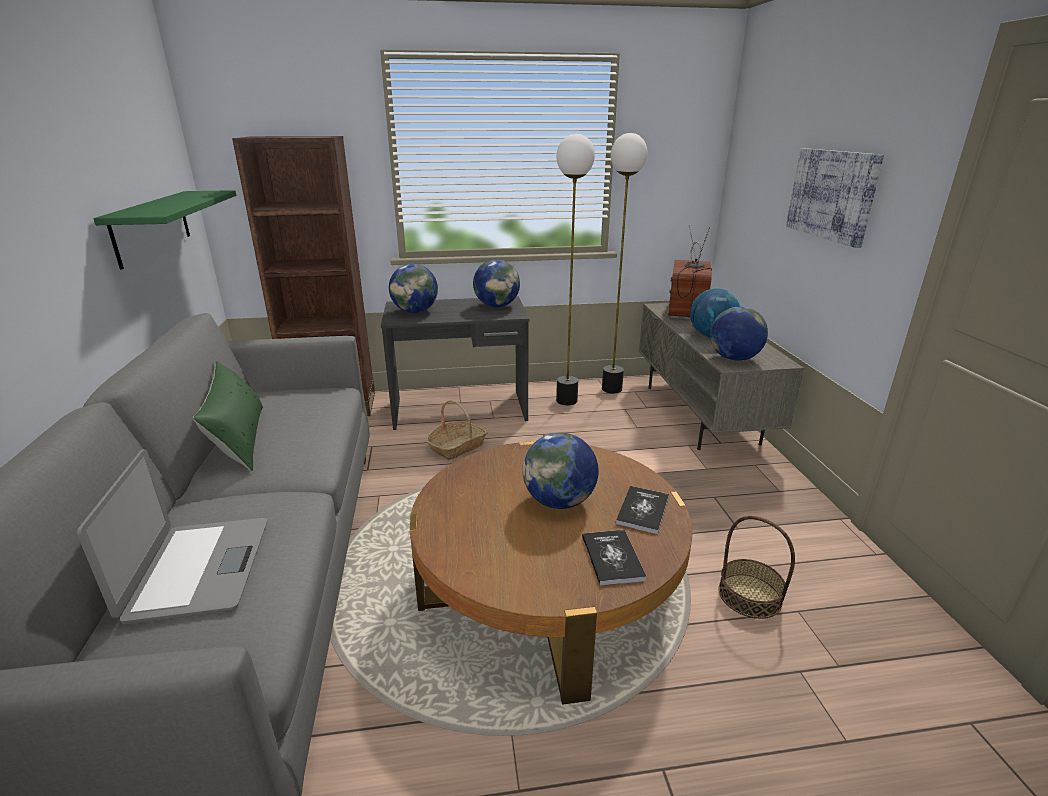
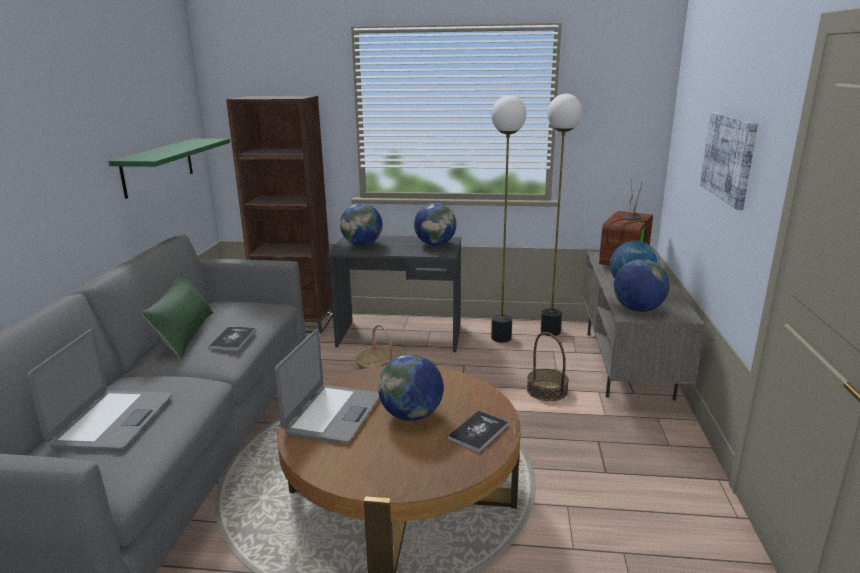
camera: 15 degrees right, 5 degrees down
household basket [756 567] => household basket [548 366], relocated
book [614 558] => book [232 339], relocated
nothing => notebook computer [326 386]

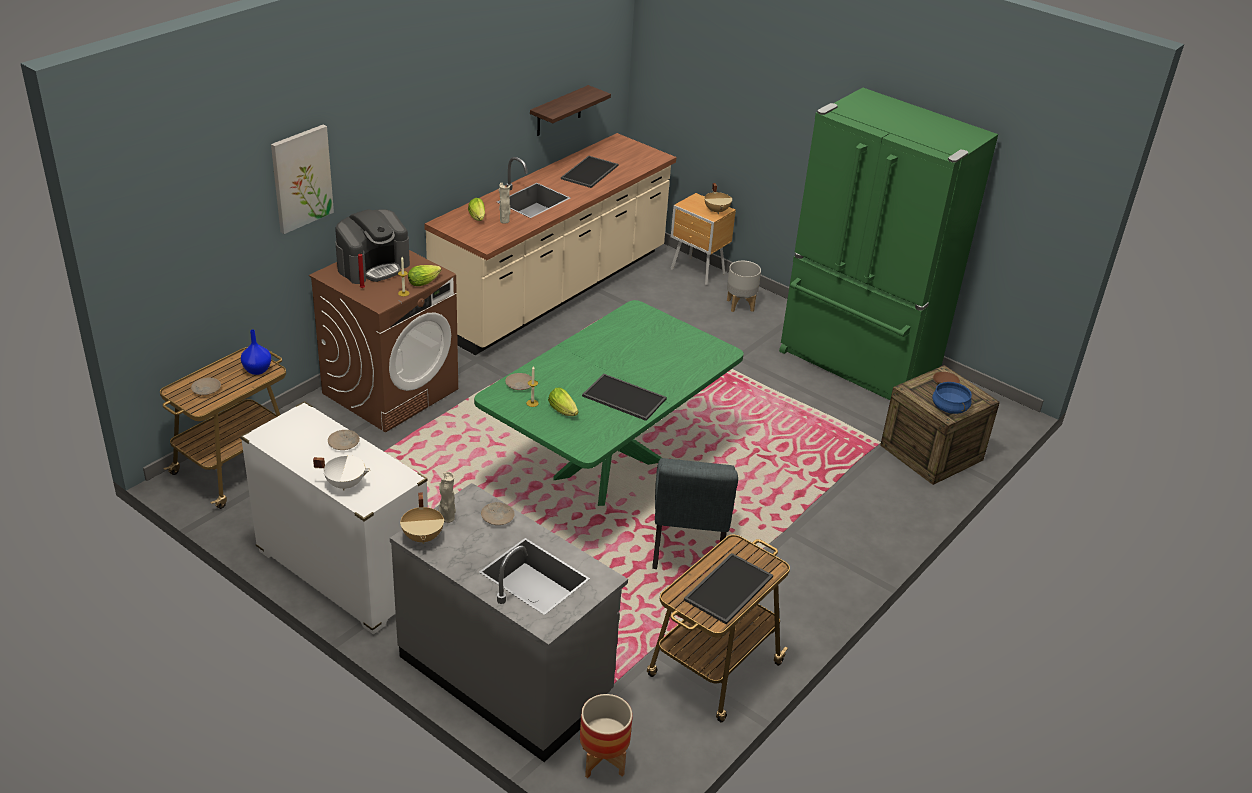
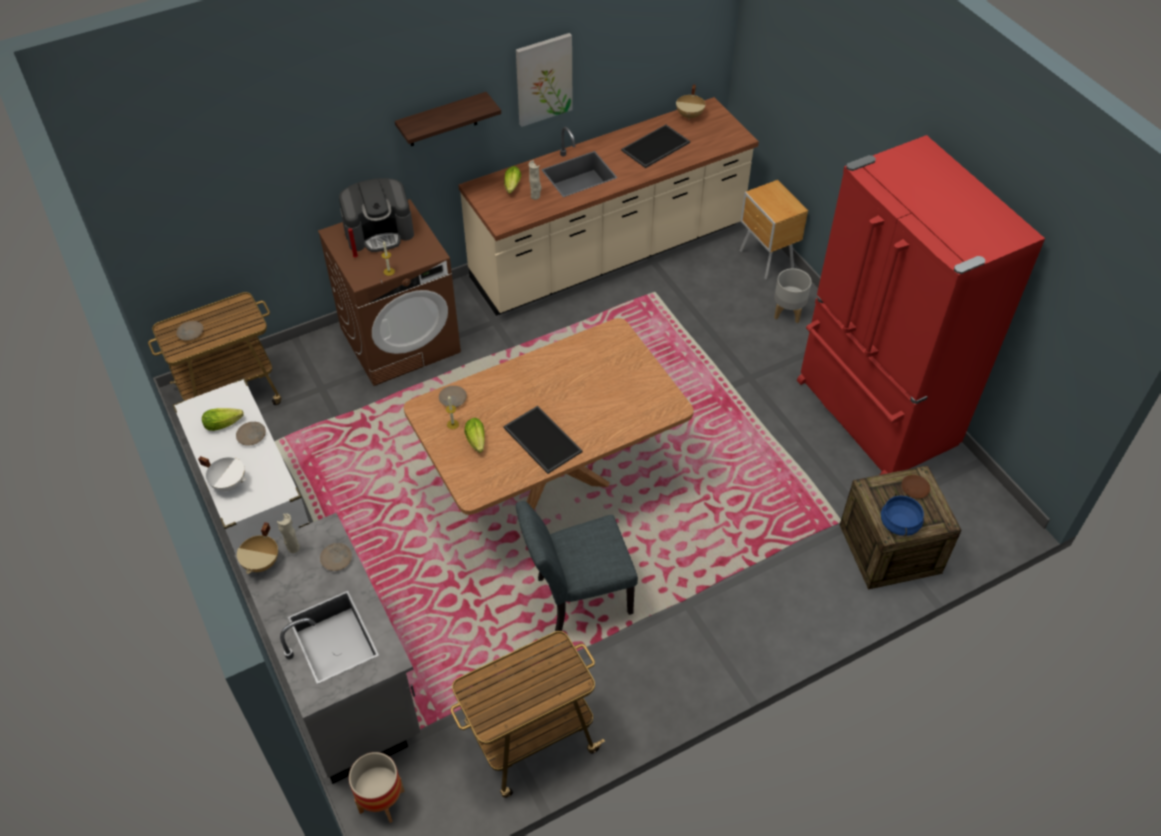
camera: 25 degrees right, 15 degrees up
bracket shelf [570 110] => bracket shelf [448 119], relocated
fridge (green-coloured) [888 244] => fridge (reddish) [921 305]
wall picture [302 179] => wall picture [544 80], relocated
saucepot (sand-coloured) [718 198] => saucepot (sand-coloured) [691 102], relocated
head of lettuce [424 275] => head of lettuce [222 419], relocated
dining table (green-coloured) [609 403] => dining table (brown) [549 416]
vase (blue-coloured) [256 352] => nothing
upright chair (gray) [695 513] => upright chair (gray) [577 566], 45 degrees clockwise
tray [728 588] => nothing

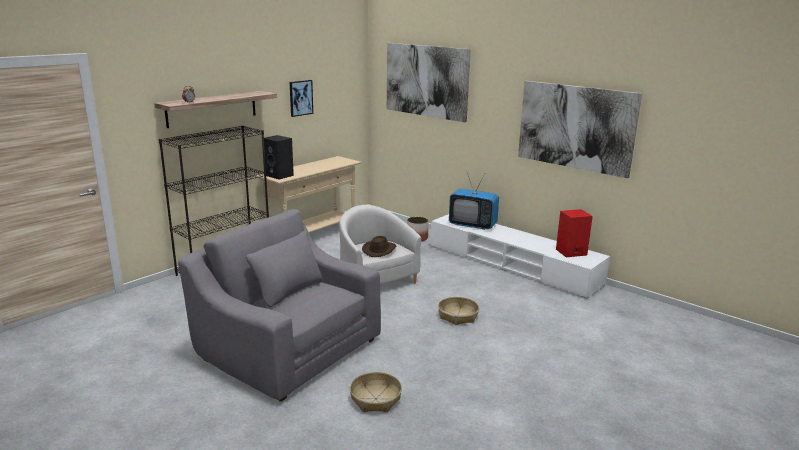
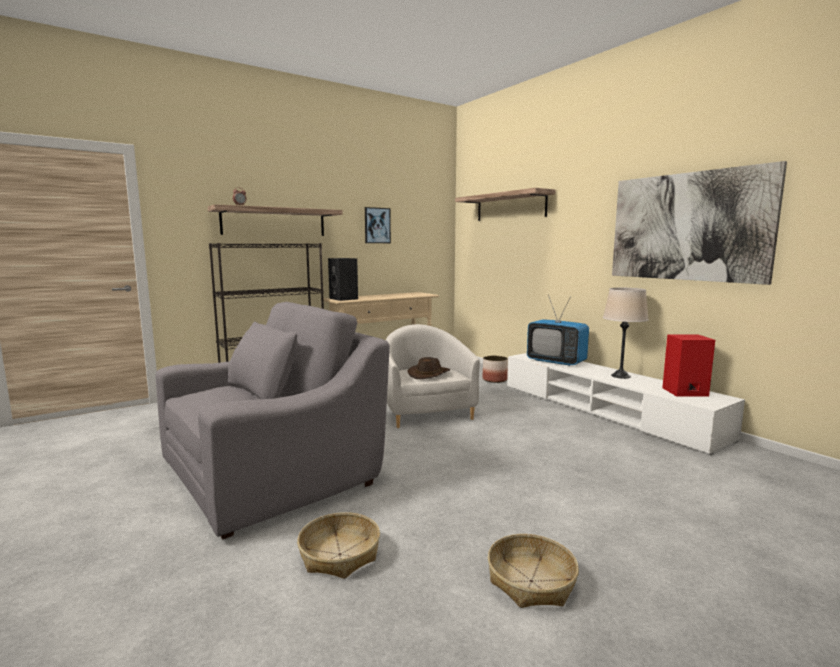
camera: 15 degrees right, 10 degrees down
wall picture [429 82] => bracket shelf [505 204]
lounge chair (gray) [279 305] => lounge chair (gray) [273 420], 90 degrees clockwise
household basket [458 311] => household basket [533 571], relocated
nothing => table lamp (sand-coloured) [626 333]

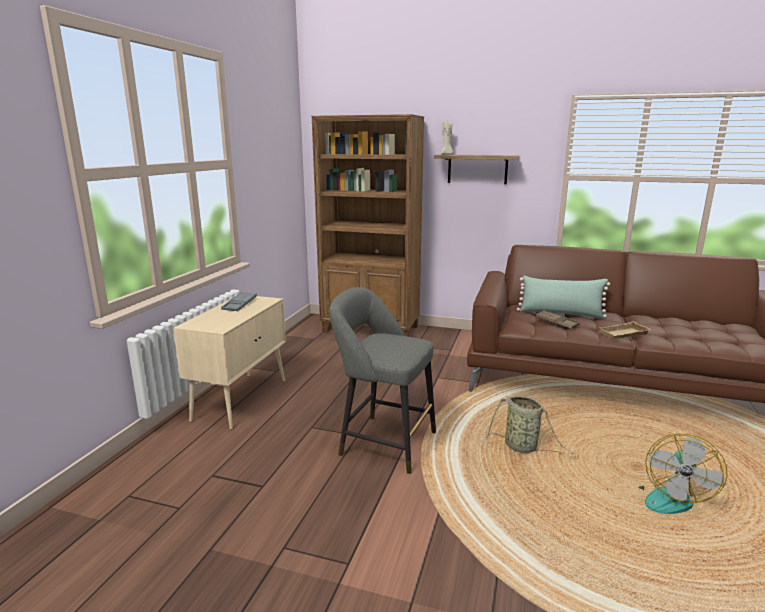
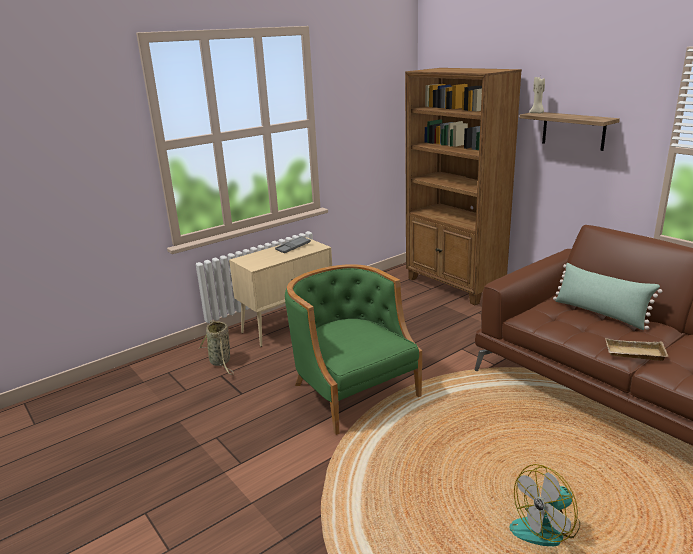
camera: 35 degrees right, 5 degrees up
sitting stool (gray) [382 380] => lounge chair (green-coloured) [353 349]
tray (brown) [558 319] => nothing
household basket [530 425] => household basket [216 347], relocated

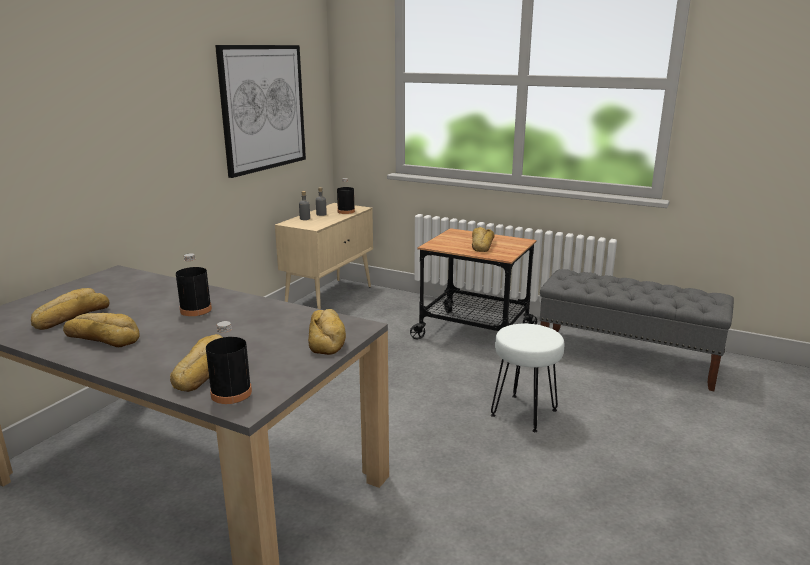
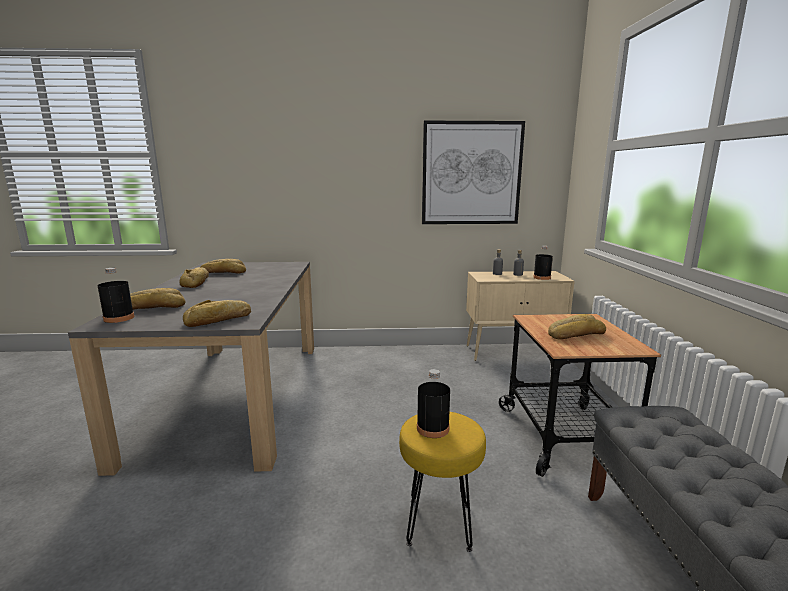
camera: 60 degrees right, 5 degrees down
drink bottle (black) [194 284] => drink bottle (black) [433 403], relocated
sitting stool (white-coloured) [527 378] => sitting stool (yellow) [442 482]

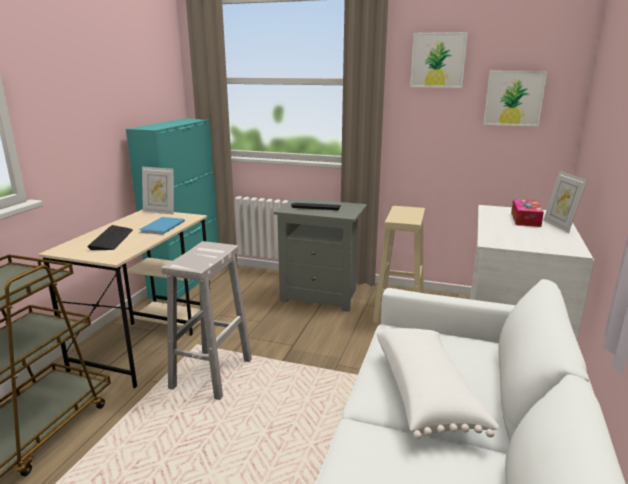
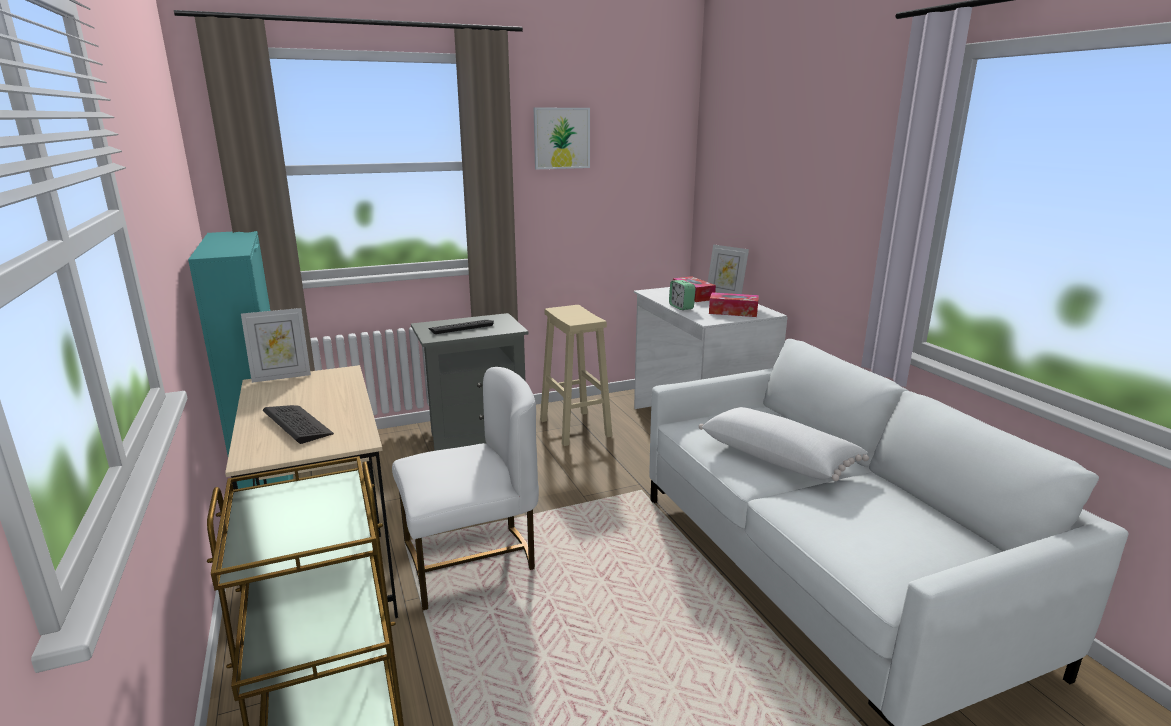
camera: 40 degrees left, 0 degrees up
wall picture [515 99] => nothing
book (blue-coloured) [162 226] => nothing
sitting stool (white-coloured) [206 320] => upright chair (white-coloured) [465 488]
nothing => bedside clock [682 295]
nothing => tissue holder [734 304]

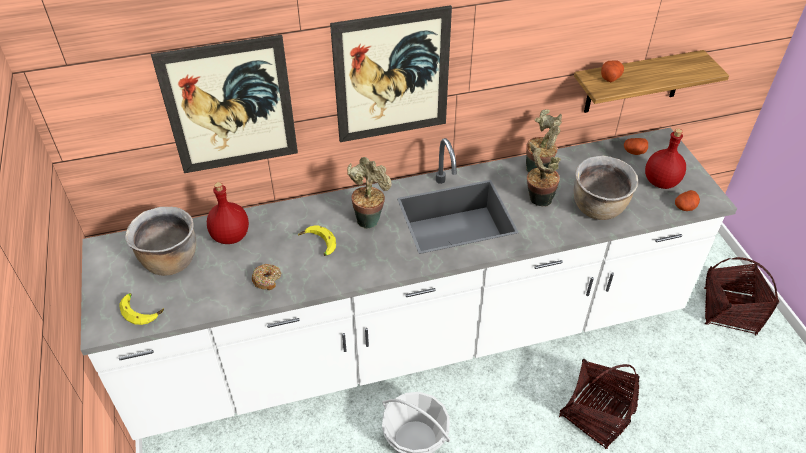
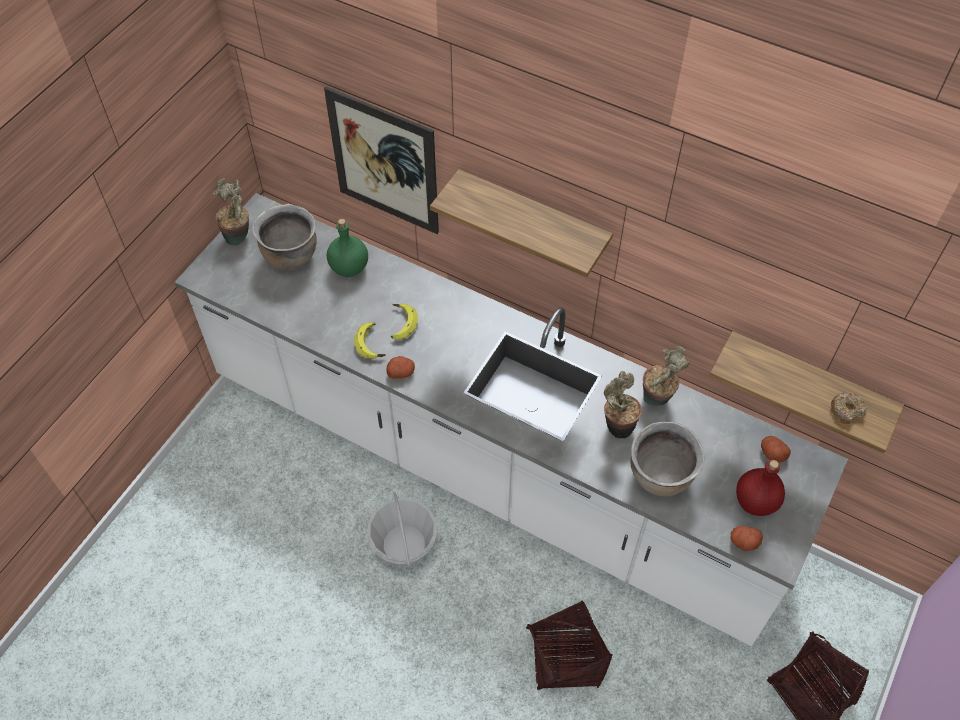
camera: 45 degrees right, 10 degrees up
wall picture [391 73] => bracket shelf [521 223]
spud [612 71] => spud [400 367], relocated
plant in a pot [369 193] => plant in a pot [231 212], relocated
drink bottle (reddish) [228 213] => drink bottle (green-coloured) [347 248]
ring doughnut [267 277] => ring doughnut [849 408], relocated
banana fruit [141 309] => banana fruit [370 340], relocated

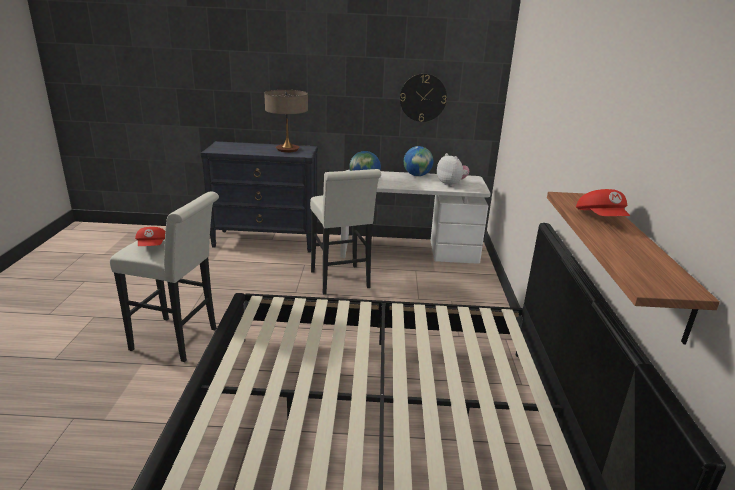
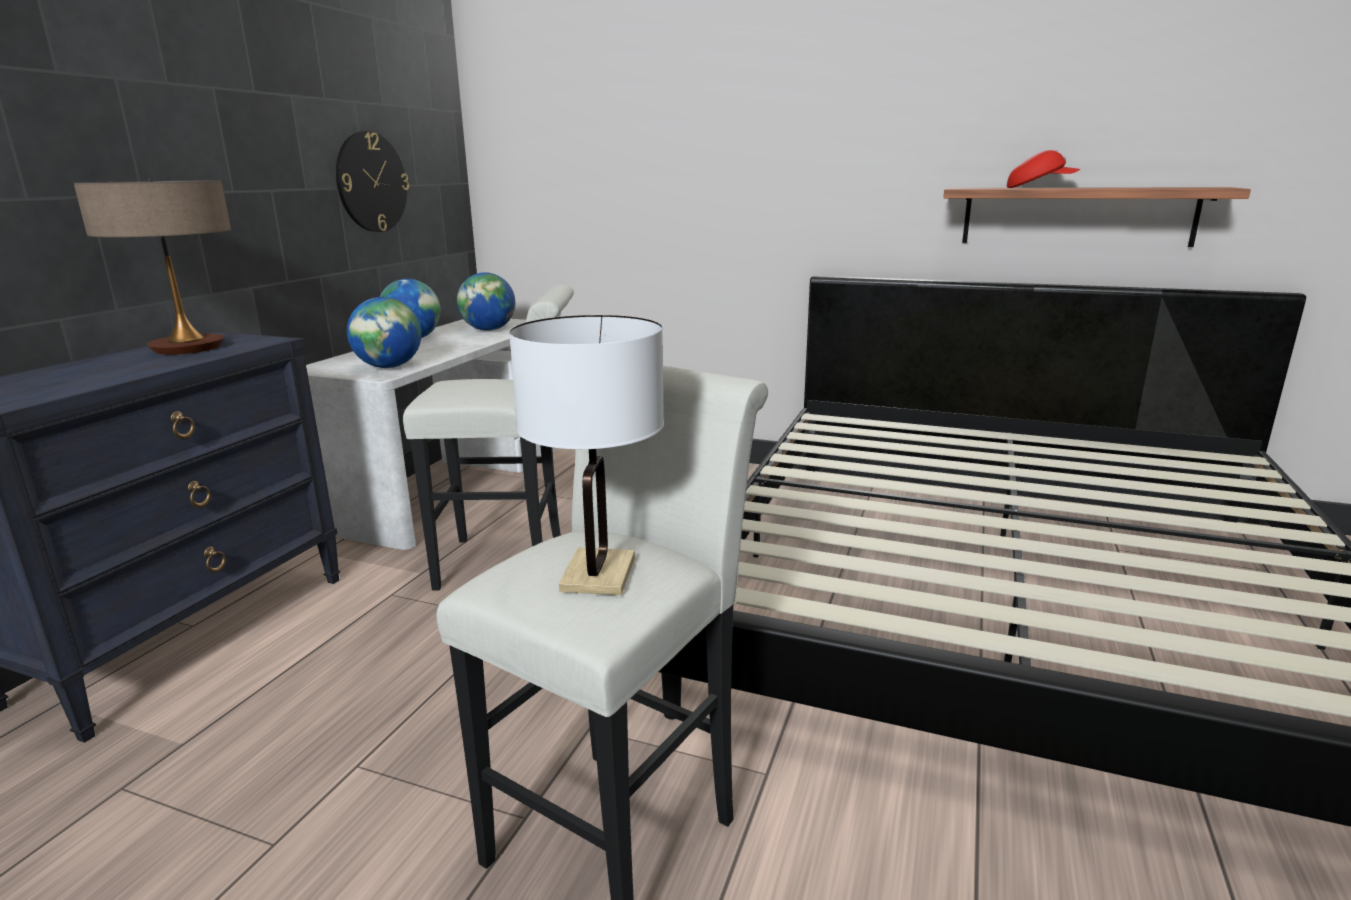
camera: 70 degrees left, 5 degrees down
plush toy [453 170] => globe [486 301]
baseball cap (reddish) [150 236] => table lamp (white-coloured) [586 455]

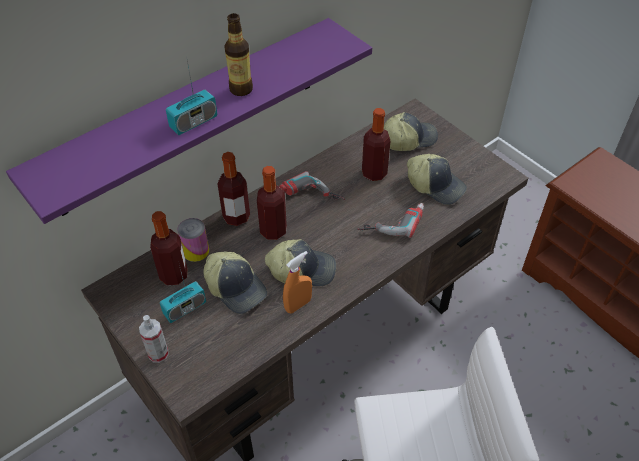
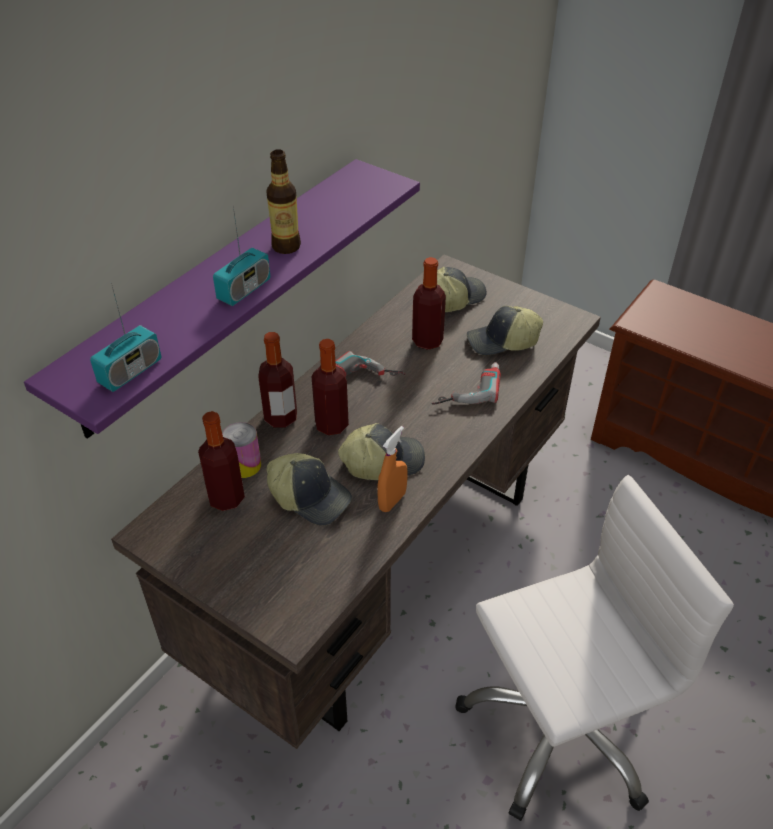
camera: 15 degrees left, 5 degrees down
baseball cap [437 179] => baseball cap [505 330], 150 degrees clockwise
radio [183 292] => radio [125 337], relocated
spray bottle [154 339] => nothing

